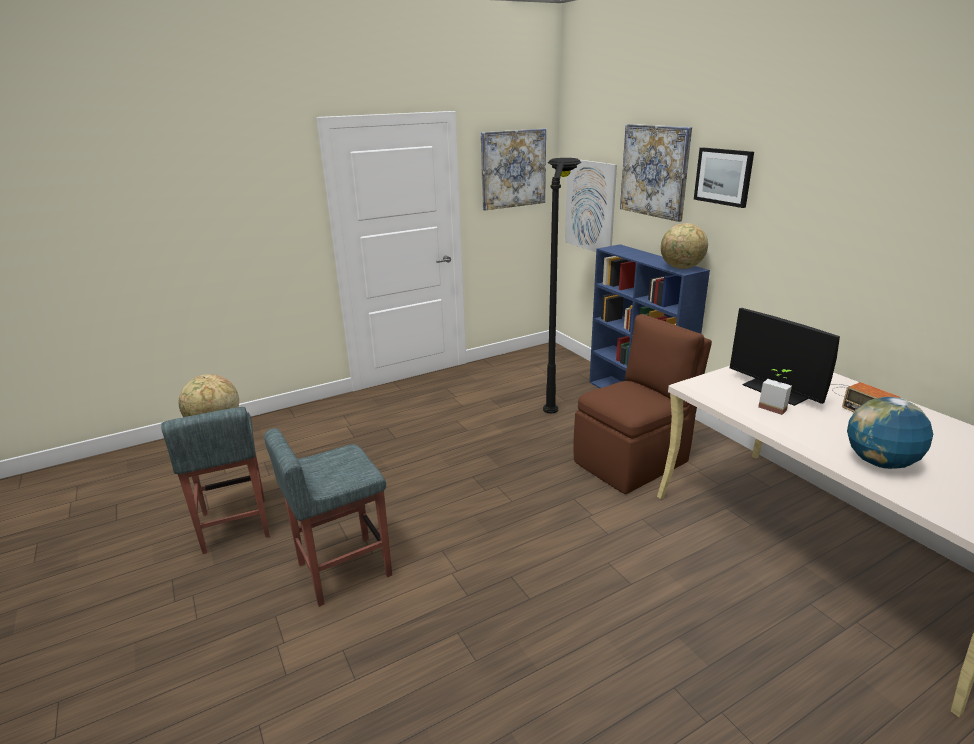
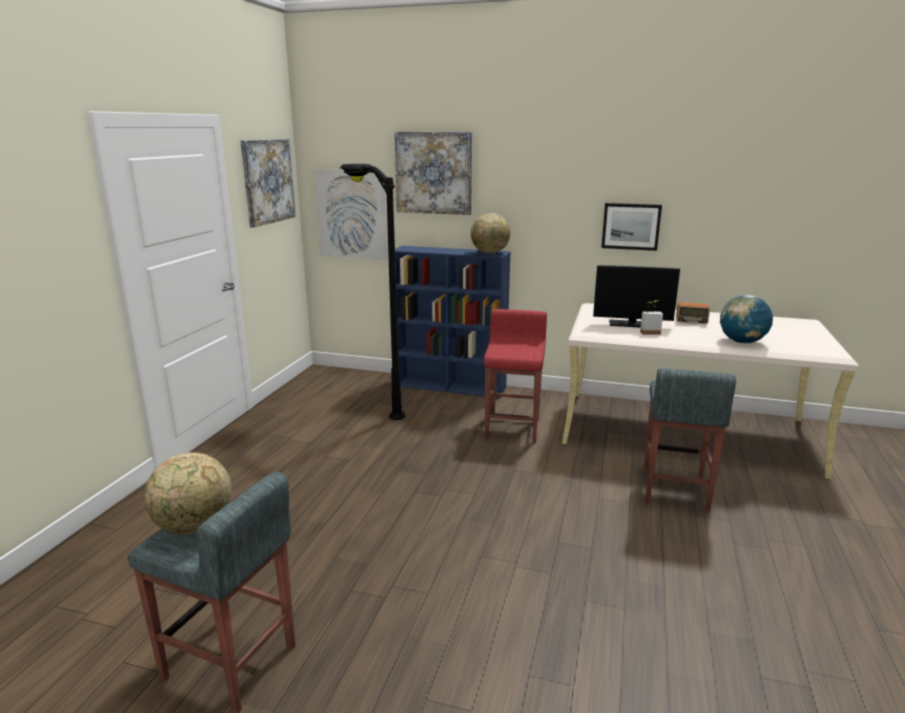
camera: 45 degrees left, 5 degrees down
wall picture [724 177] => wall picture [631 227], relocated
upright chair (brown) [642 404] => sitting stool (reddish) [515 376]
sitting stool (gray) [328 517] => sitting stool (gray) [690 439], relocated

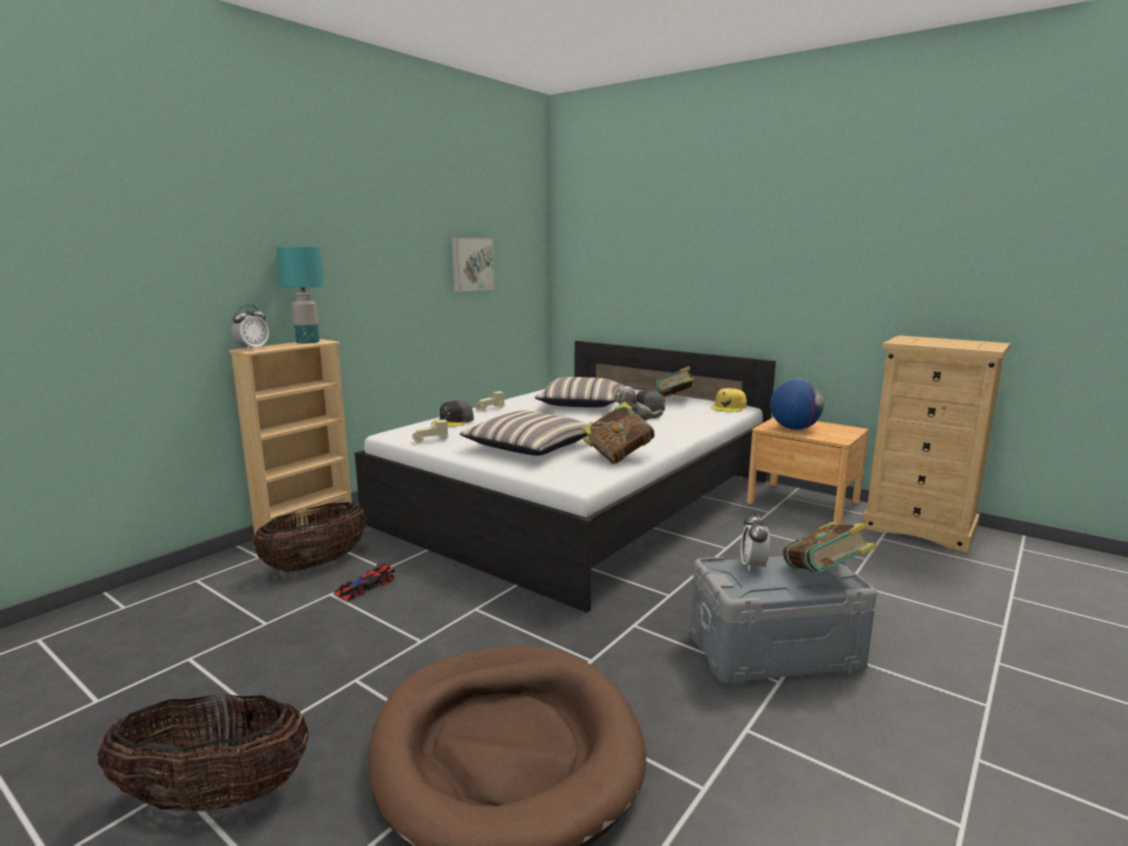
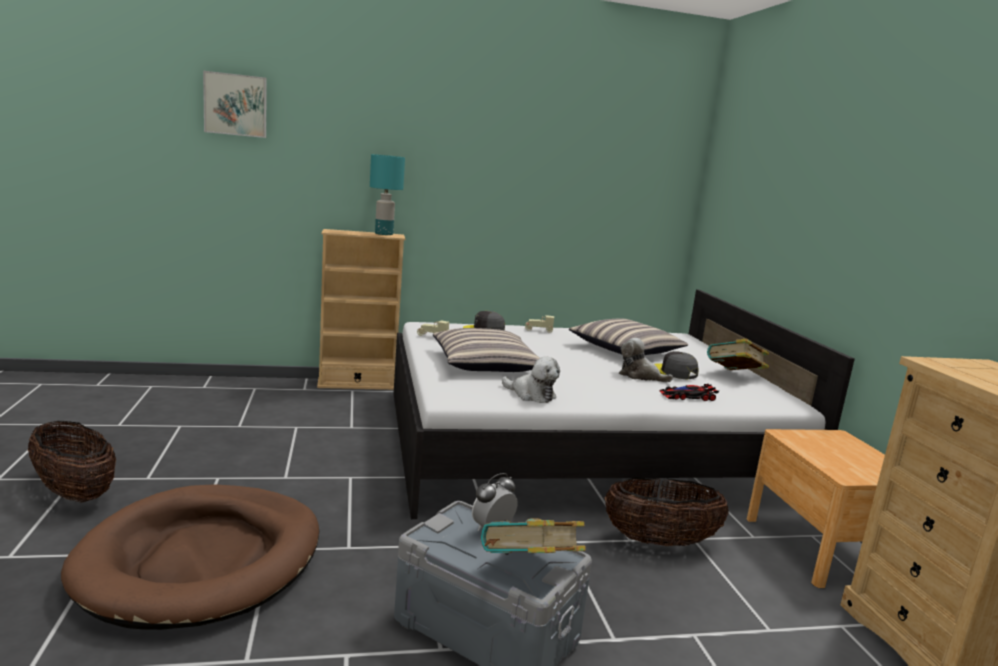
camera: 40 degrees right, 0 degrees up
wall picture [473 264] => wall picture [235 104], relocated
bedside clock [250 328] => nothing
globe [797 404] => nothing
baseball cap (yellow) [729 400] => nothing
book [618 433] => plush toy [531 380]
household basket [310 537] => household basket [667 511], relocated
toy car [364 582] => toy car [689 392], relocated

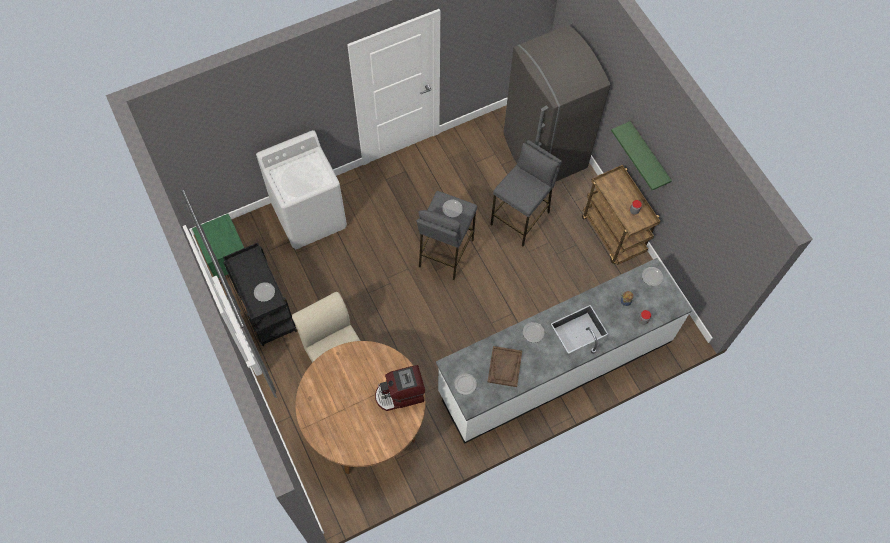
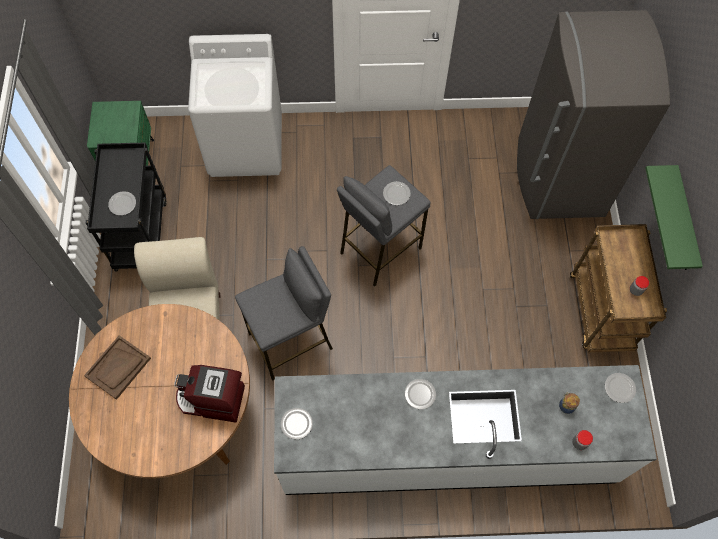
camera: 25 degrees right, 0 degrees up
sitting stool (gray) [526 193] => sitting stool (gray) [284 313], relocated
tray (brown) [504 366] => tray (brown) [117 367], relocated

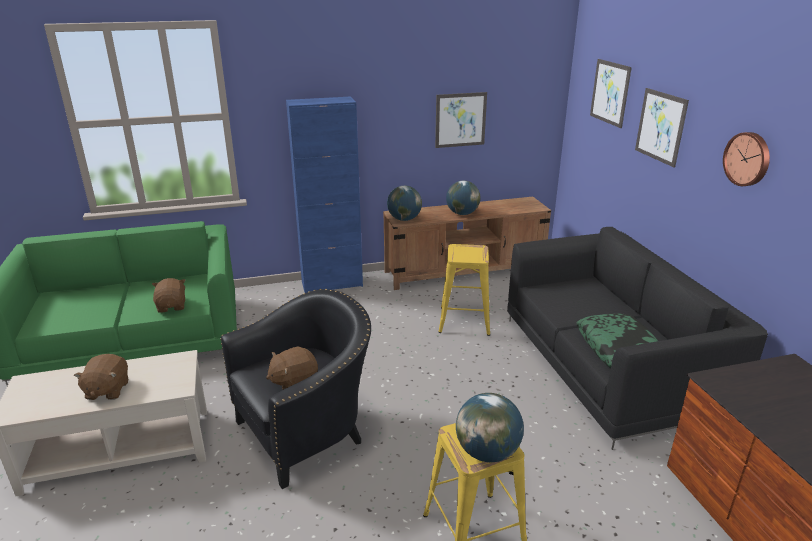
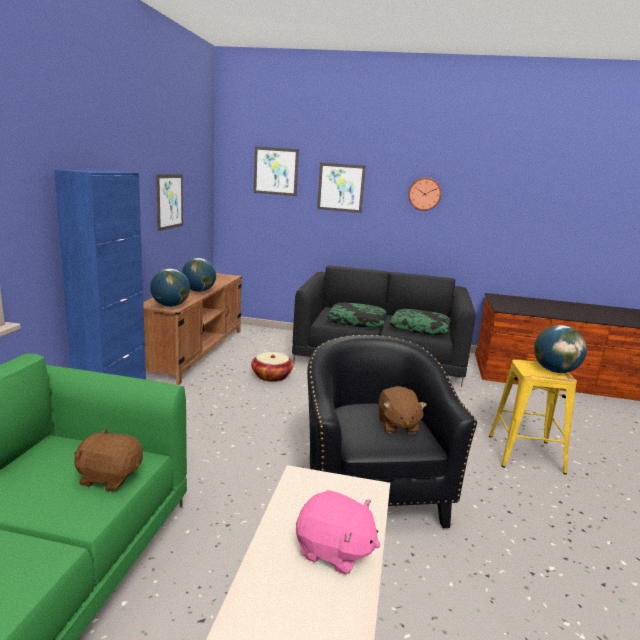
camera: 65 degrees left, 10 degrees down
sitting stool (yellow) [464 290] => household basket [272 367]
plush toy (brown) [101 377] => plush toy (pink-coloured) [338 532]
nothing => cushion [357 315]

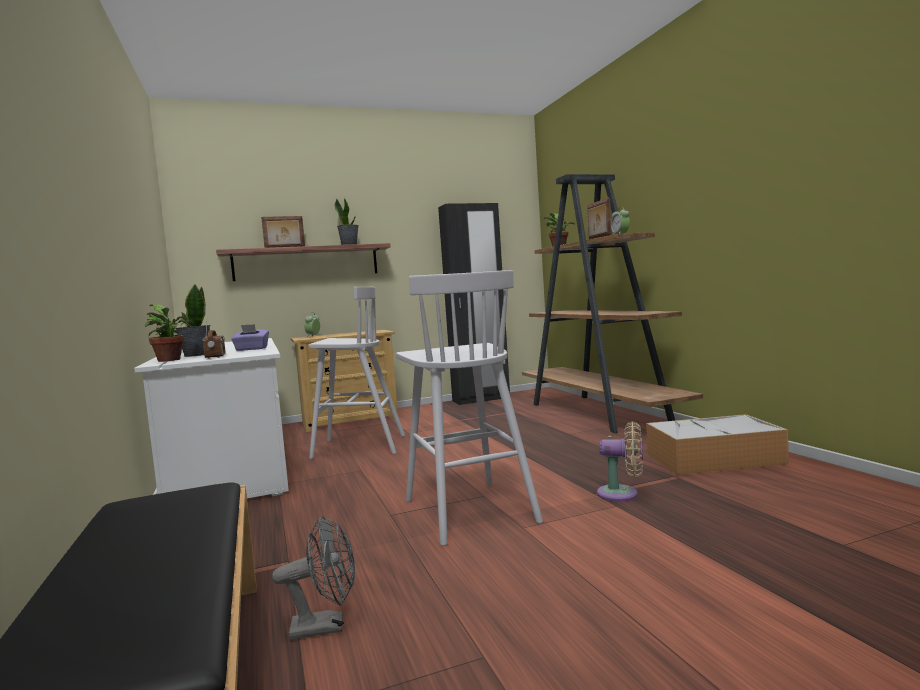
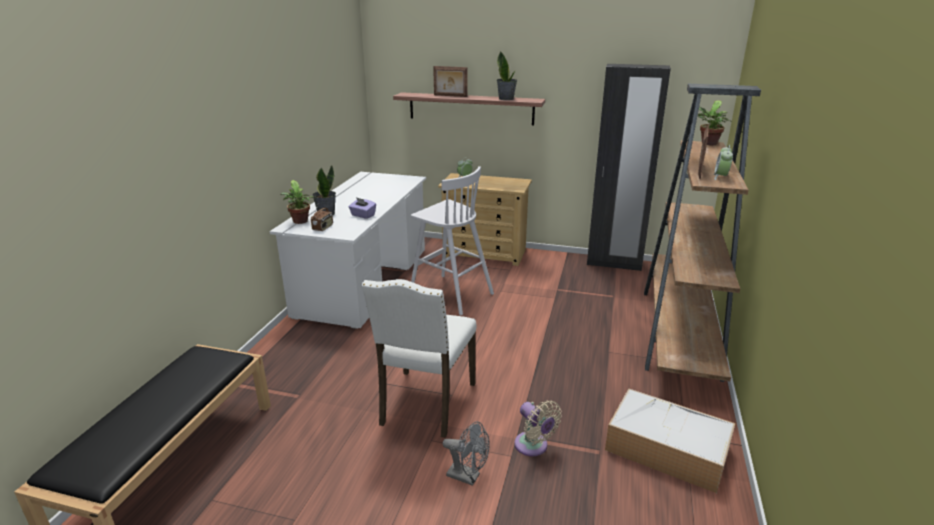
camera: 35 degrees right, 20 degrees up
sitting stool (white-coloured) [469 408] => upright chair (white-coloured) [419 358]
electric fan (gray) [313 578] => electric fan (gray) [466 453], relocated

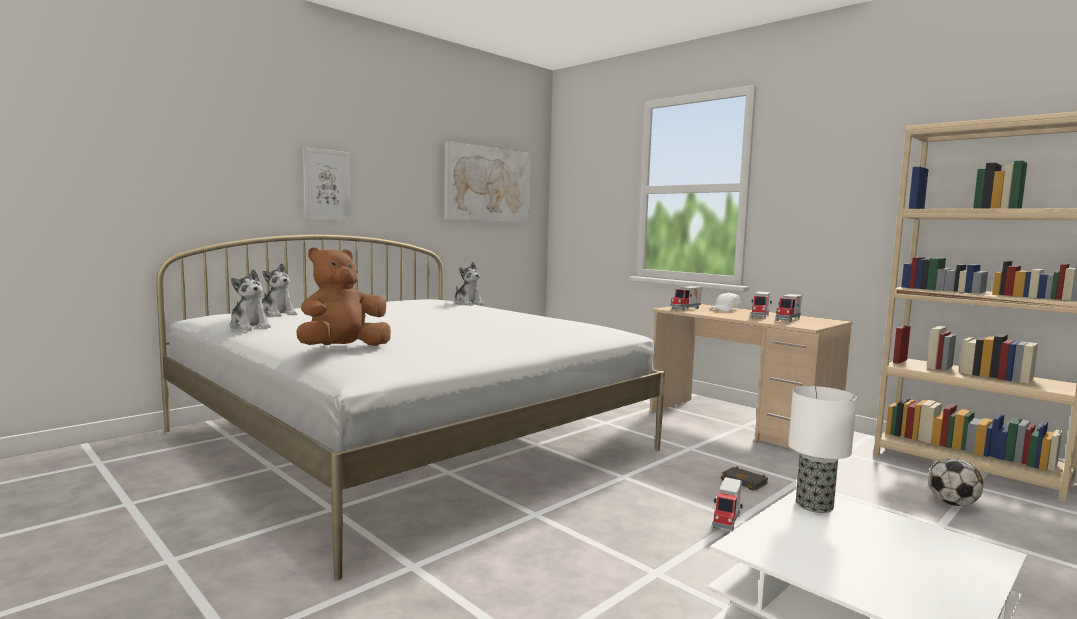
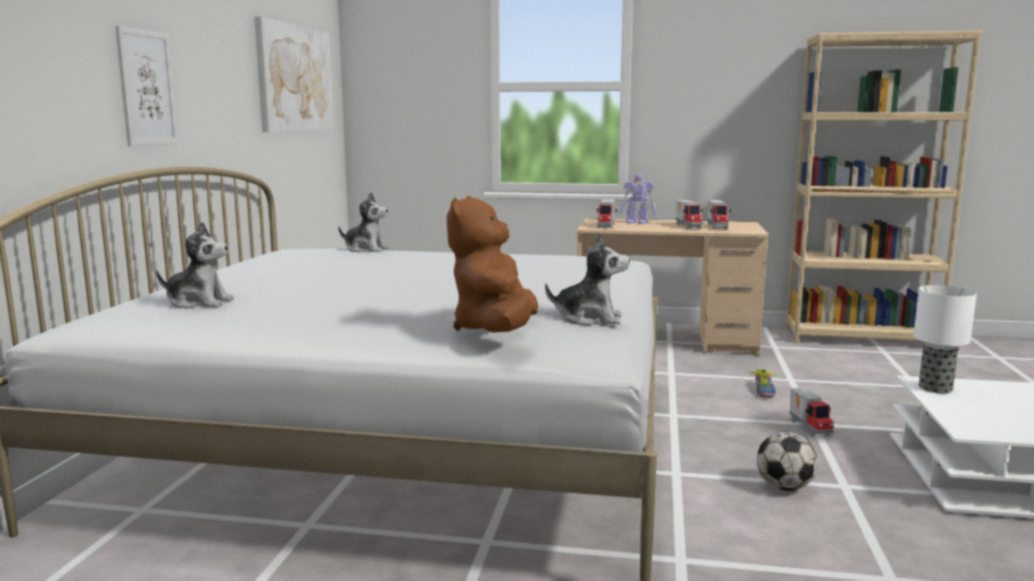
camera: 35 degrees left, 5 degrees up
plush toy [250 299] => plush toy [587 279], relocated
baseball cap (white-coloured) [726 302] => toy robot [637 199]
ball for football [955 482] => ball for football [787 461], relocated
book (black) [744 478] => item of footwear [763 382]

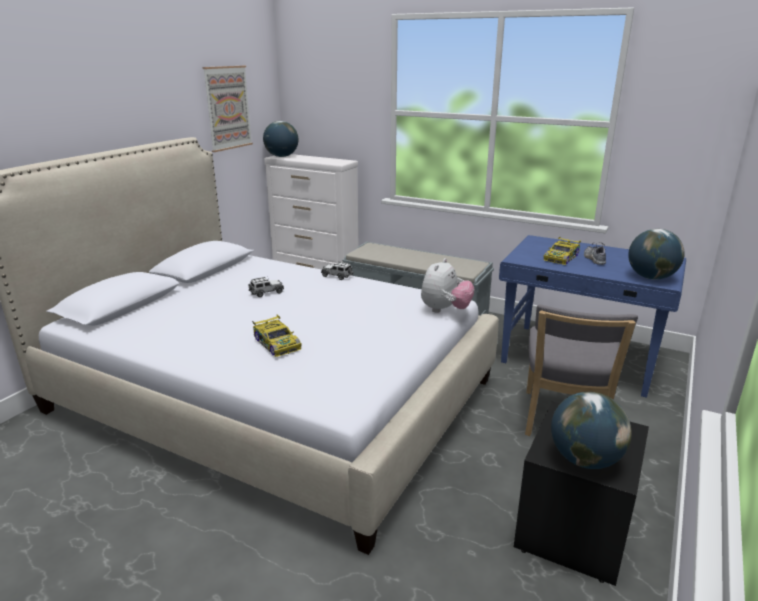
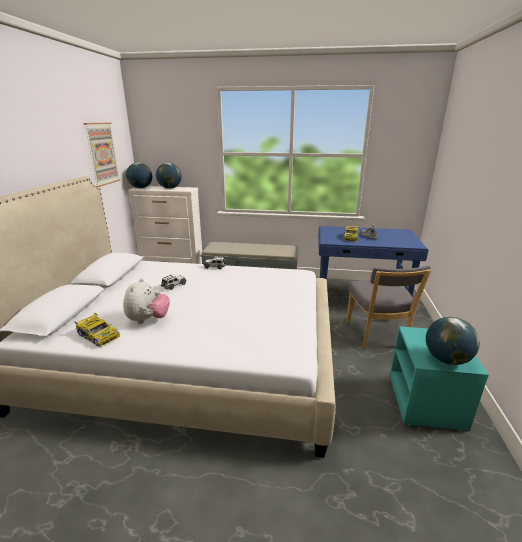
camera: 20 degrees left, 0 degrees up
globe [656 254] => globe [169 176], relocated
plush toy [448 285] => plush toy [146 301], relocated
toy car [277 335] => toy car [97 330], relocated
bedside table (black) [581 493] => bedside table (blue-green) [439 378]

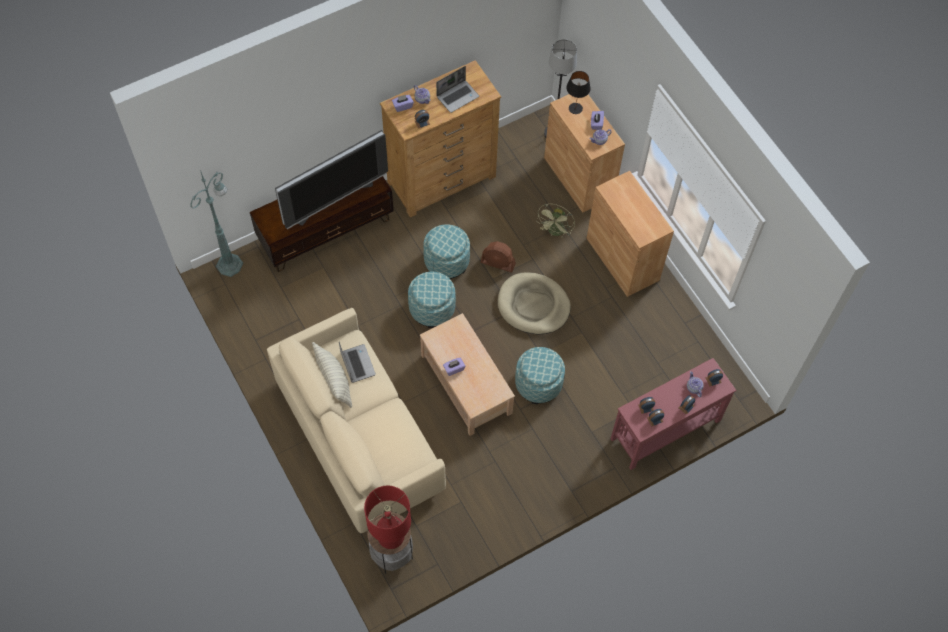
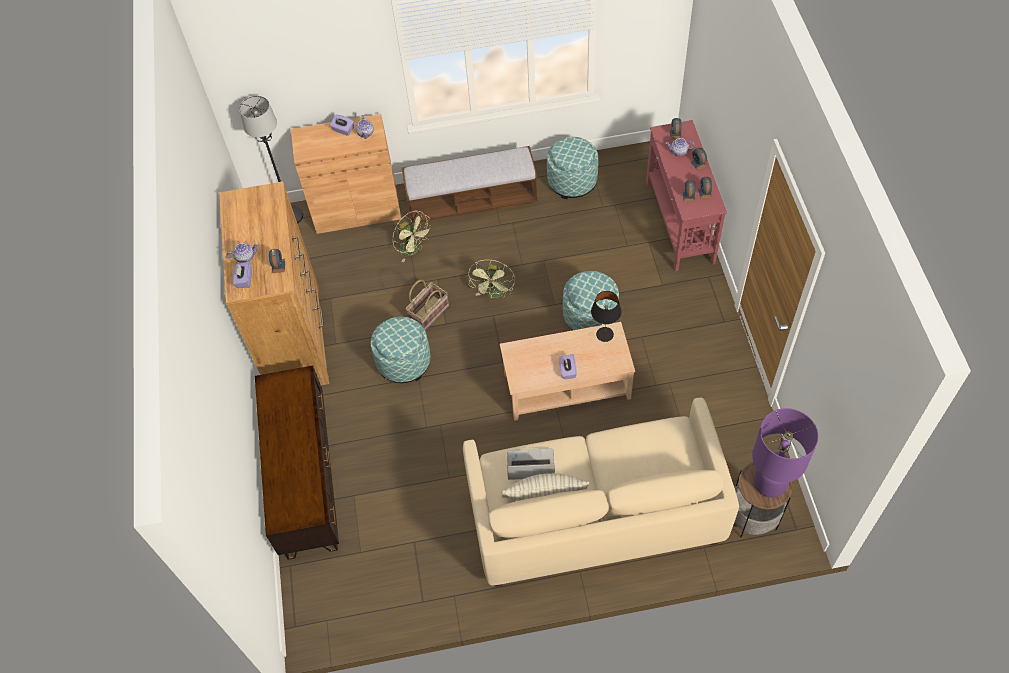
camera: 65 degrees left, 5 degrees down
notebook computer [457 89] => nothing
table lamp (black) [578 92] => table lamp (black) [606 316], relocated
television [331 179] => nothing
standing lamp (green-coloured) [216 223] => nothing
storage cabinet (brown) [630 234] => indoor bench [470 184]
electric fan (brown) [498 256] => household basket [427 305]
footrest [432 300] => footrest [572 168], relocated
dog bed (sand-coloured) [534 303] => electric fan (green-coloured) [491 279]
table lamp (reddish) [387 517] => table lamp (purple-coloured) [785 453]

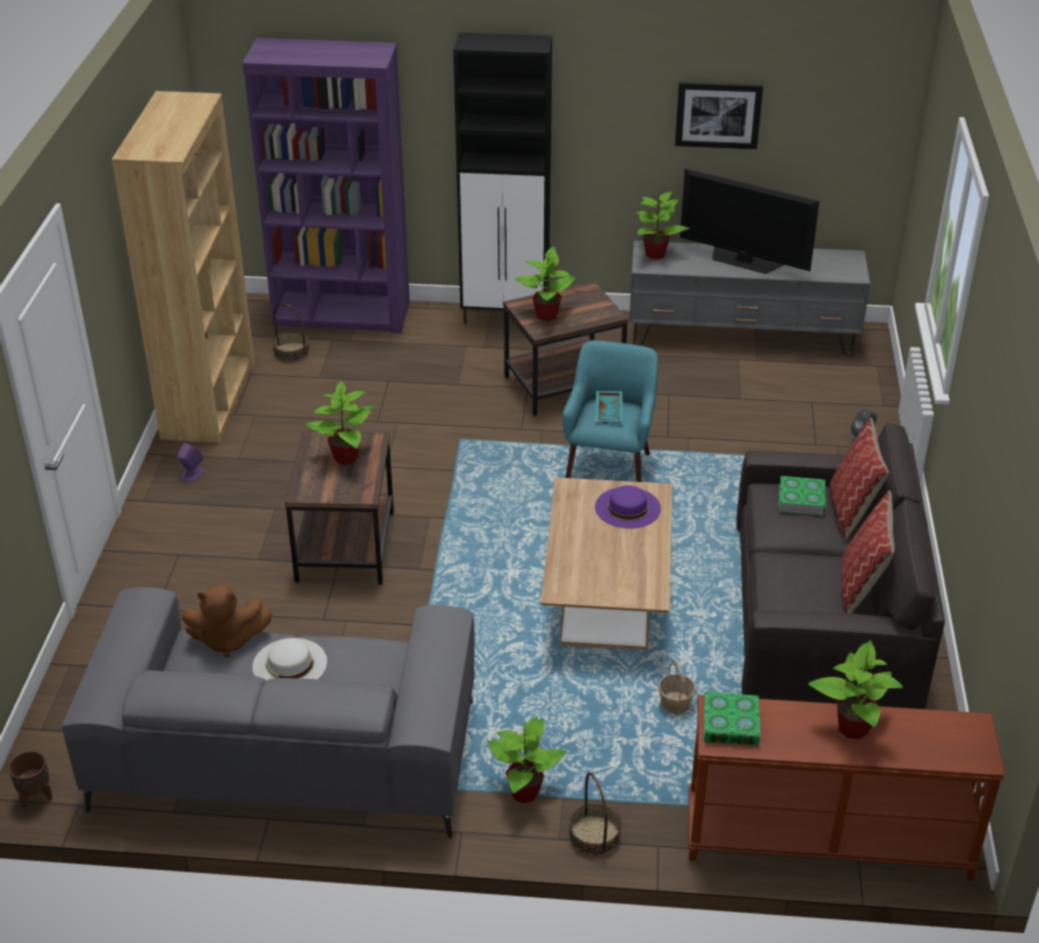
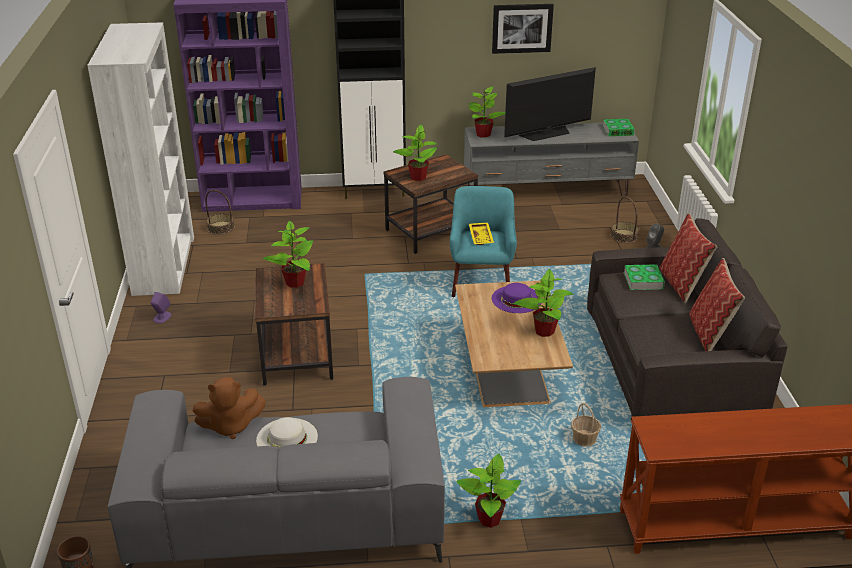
camera: 10 degrees left, 5 degrees down
shelving unit (brown) [183 267] => shelving unit (white-coloured) [140 159]
television [749 221] => television [550 104], 45 degrees counterclockwise
tray (blue-green) [609 407] => tray (yellow) [481 234]
plant in a pot [855 689] => plant in a pot [543 303], relocated
book [732 719] => book [619 127], relocated
household basket [595 814] => household basket [625 220], relocated

